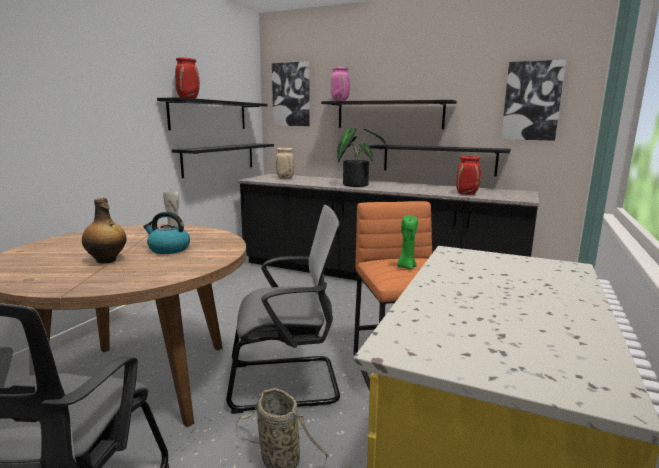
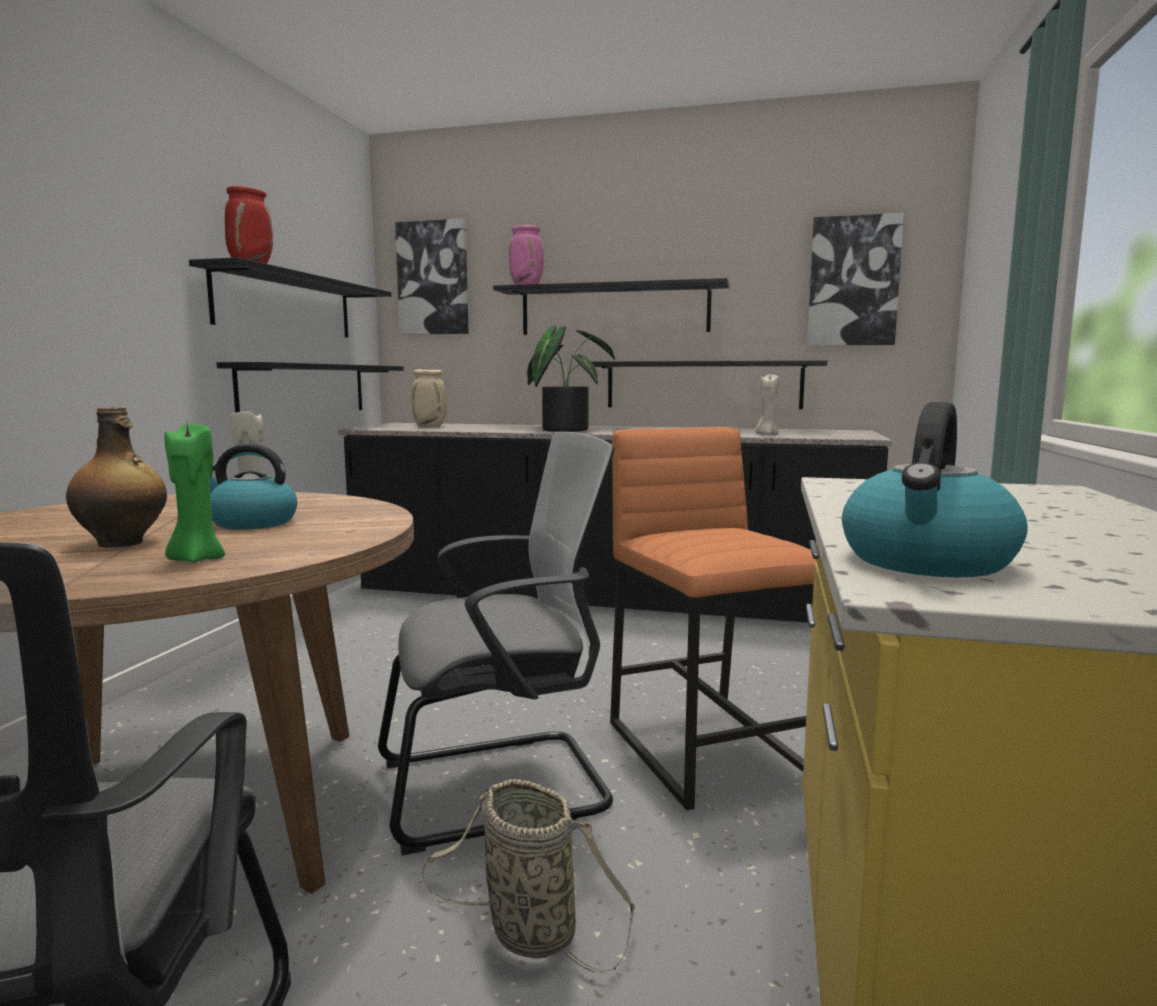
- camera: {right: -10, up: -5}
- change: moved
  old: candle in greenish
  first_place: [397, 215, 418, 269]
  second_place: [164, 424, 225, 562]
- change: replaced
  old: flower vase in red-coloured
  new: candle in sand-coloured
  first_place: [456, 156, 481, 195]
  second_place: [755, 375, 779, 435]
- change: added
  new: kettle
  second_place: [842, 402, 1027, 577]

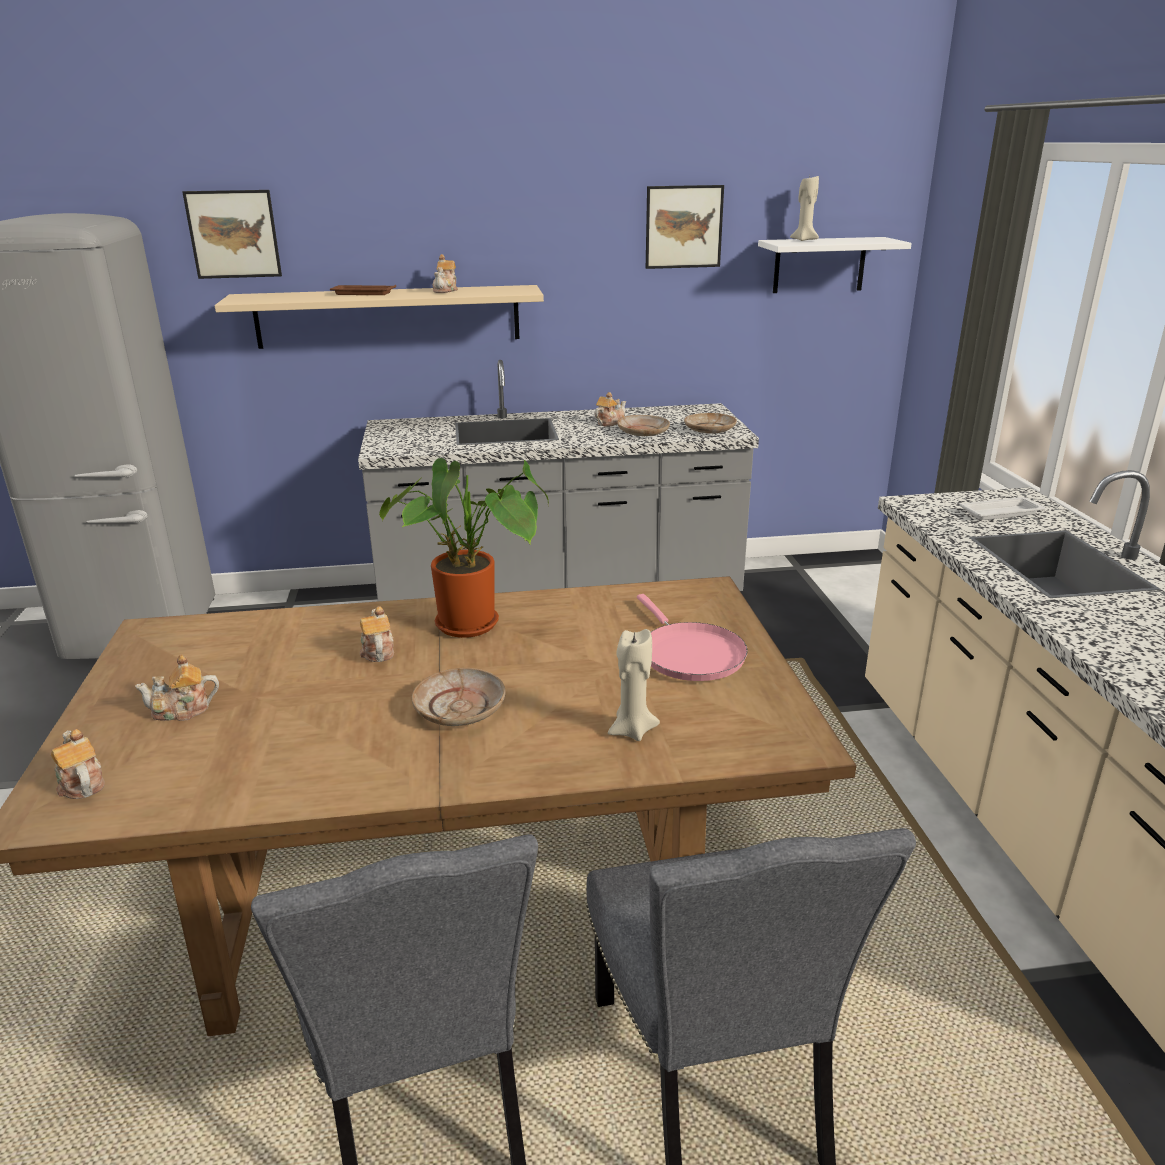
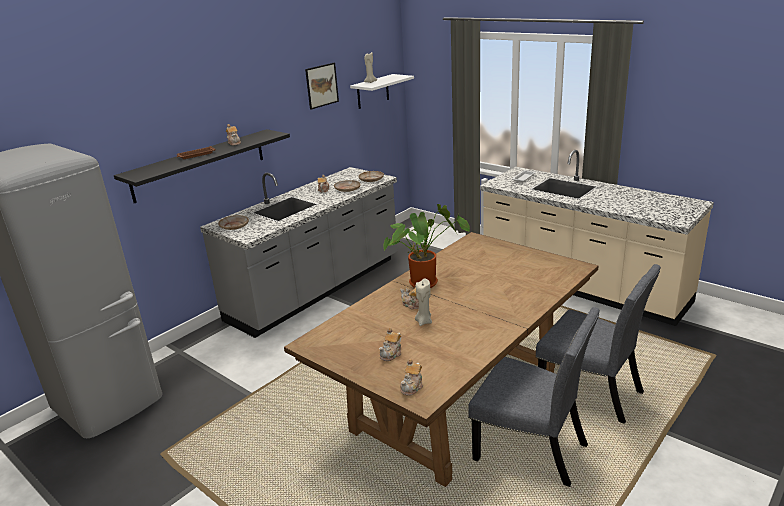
- camera: {right: -40, up: 0}
- change: recoloured
  old: bracket shelf in sand-coloured
  new: bracket shelf in blackish
  first_place: [215, 285, 544, 349]
  second_place: [114, 129, 290, 203]
- change: moved
  old: dinner plate in sand-coloured
  first_place: [412, 668, 506, 726]
  second_place: [218, 215, 249, 230]
- change: turned
  old: pot for tea
  first_place: [51, 729, 105, 799]
  second_place: [400, 359, 423, 396]
  degrees: -75
- change: moved
  old: candle in sand-coloured
  first_place: [608, 629, 660, 741]
  second_place: [415, 279, 432, 326]
- change: removed
  old: wall art
  first_place: [182, 190, 282, 279]
- change: removed
  old: pan in pinkish
  first_place: [637, 594, 748, 681]

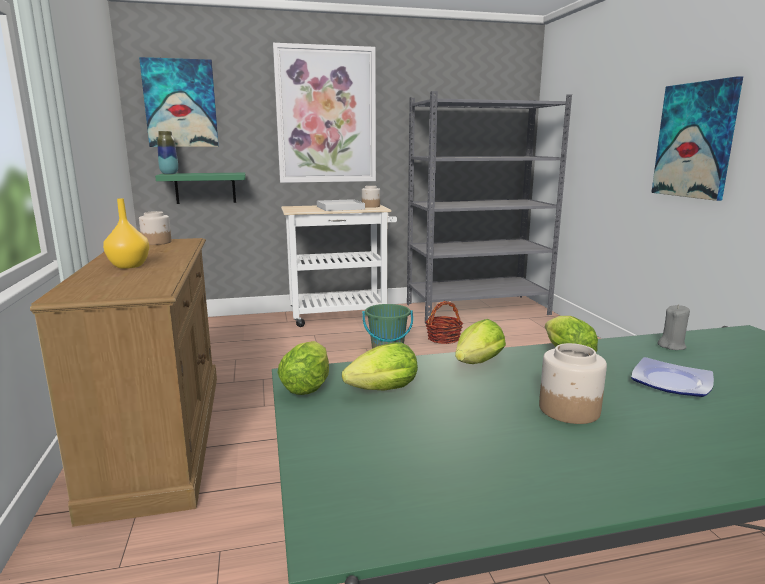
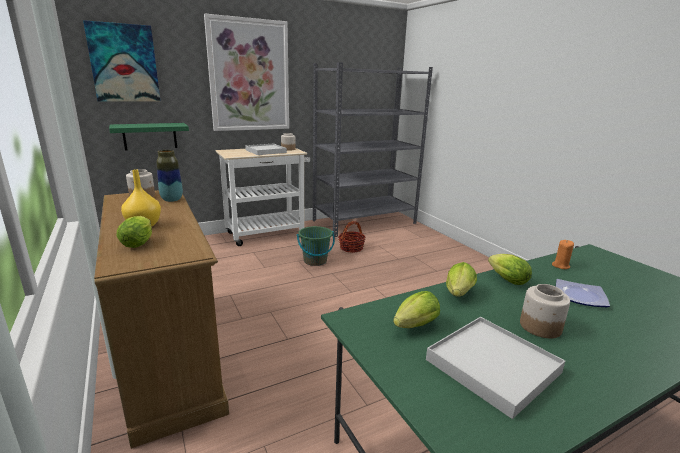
- camera: {right: -15, up: 5}
- change: moved
  old: lettuce
  first_place: [277, 341, 329, 395]
  second_place: [116, 216, 152, 248]
- change: moved
  old: flower vase
  first_place: [157, 131, 178, 174]
  second_place: [157, 150, 183, 202]
- change: added
  new: serving tray in white
  second_place: [426, 317, 565, 419]
- change: recoloured
  old: candle in grey
  new: candle in orange-coloured
  first_place: [657, 304, 690, 350]
  second_place: [552, 240, 574, 269]
- change: removed
  old: wall art
  first_place: [651, 76, 743, 201]

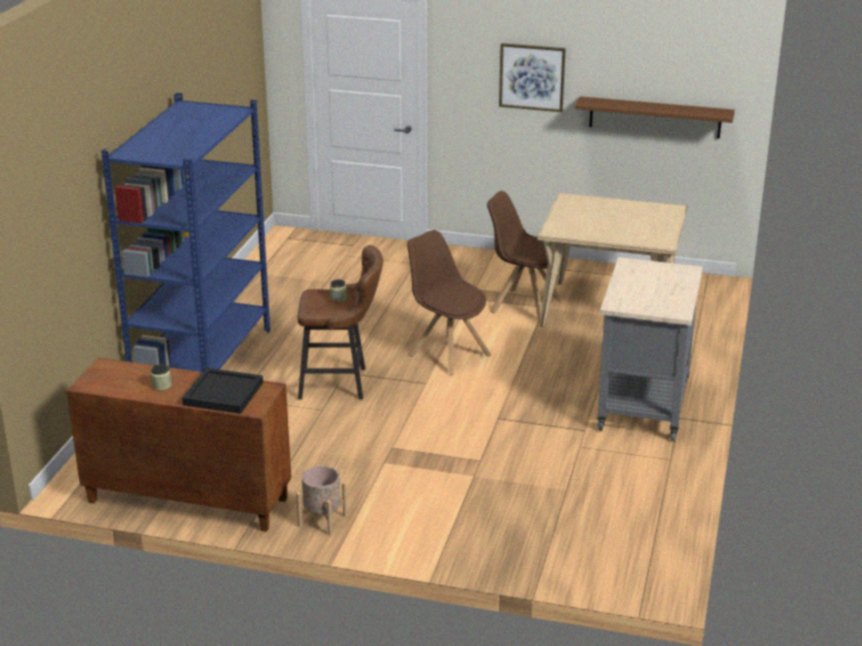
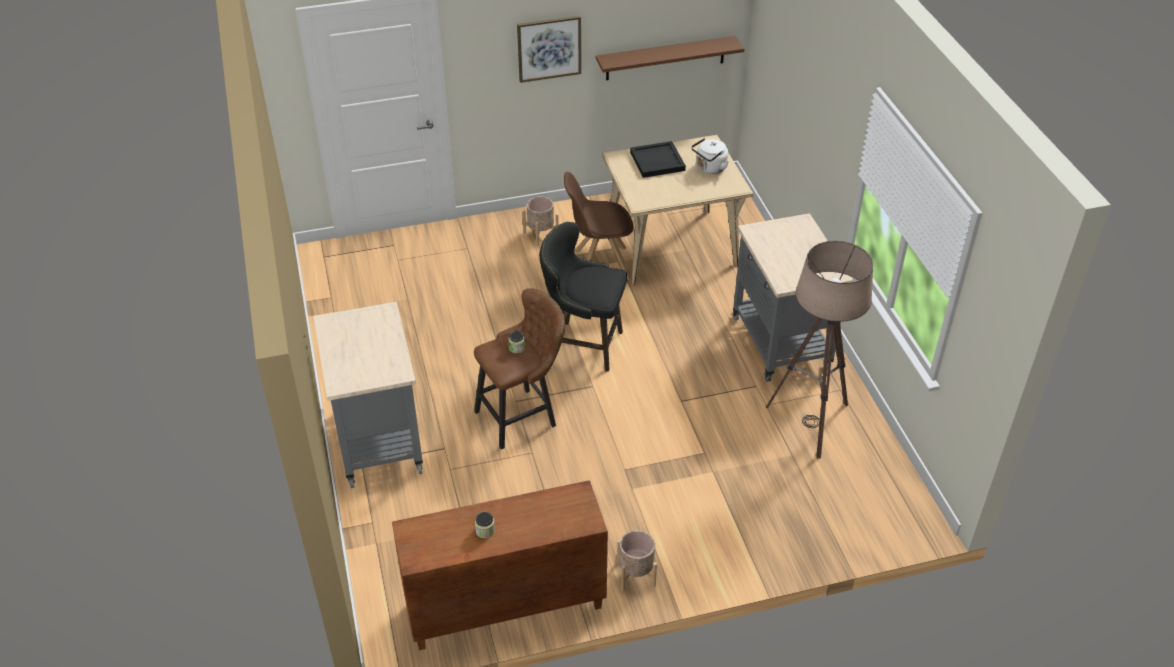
- camera: {right: -30, up: 15}
- change: replaced
  old: bookshelf in blue
  new: wheeled cart in grey
  first_place: [101, 93, 270, 372]
  second_place: [313, 301, 423, 488]
- change: added
  new: flower pot in sand-coloured
  second_place: [522, 196, 559, 246]
- change: replaced
  old: chair in brownish
  new: stool seat in blackish
  first_place: [407, 230, 491, 376]
  second_place: [539, 222, 627, 372]
- change: moved
  old: serving tray in blackish
  first_place: [182, 368, 263, 414]
  second_place: [630, 141, 686, 178]
- change: added
  new: kettle in white
  second_place: [691, 138, 729, 174]
- change: added
  new: standing lamp
  second_place: [766, 241, 873, 458]

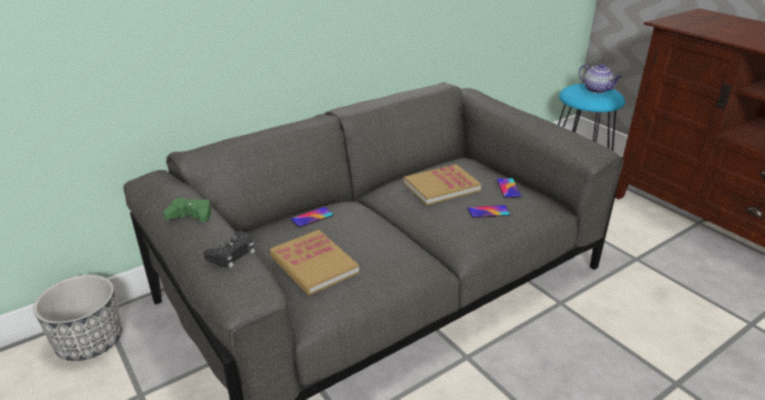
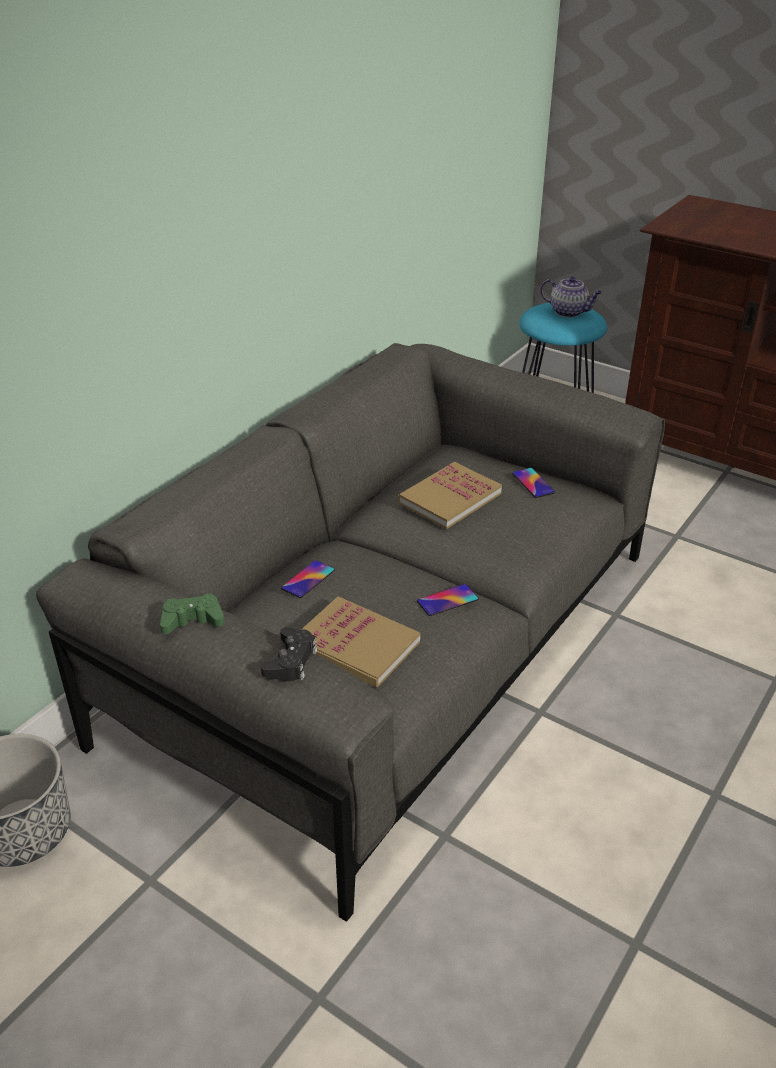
- camera: {right: -20, up: 5}
- change: moved
  old: telephone
  first_place: [468, 205, 510, 218]
  second_place: [417, 584, 478, 616]

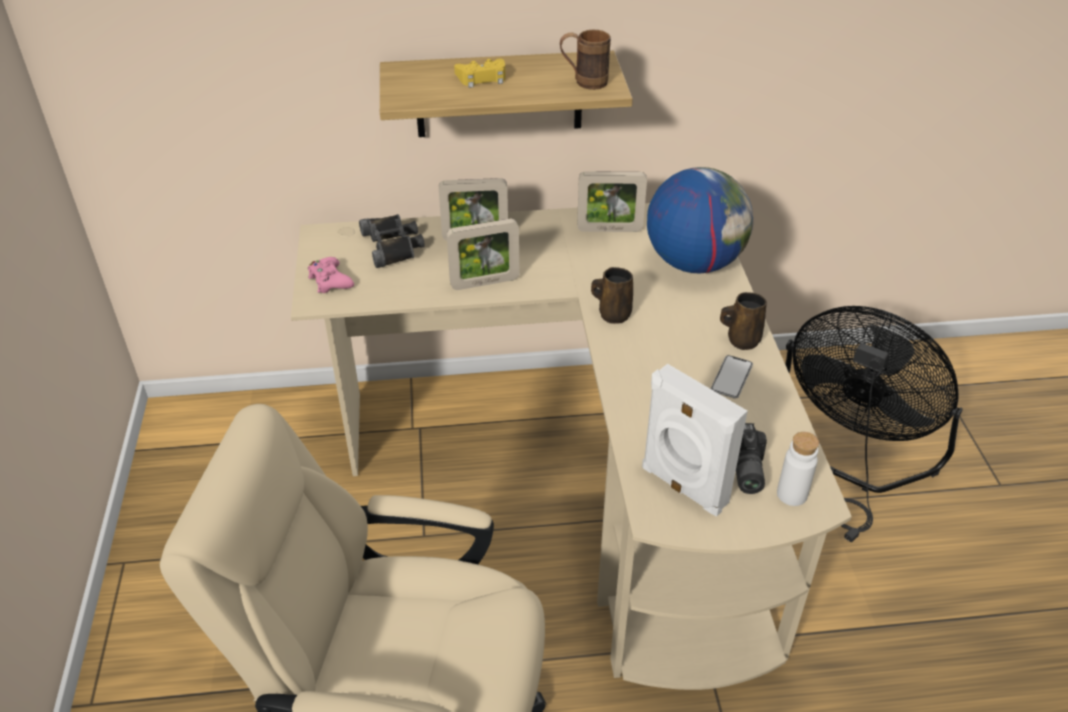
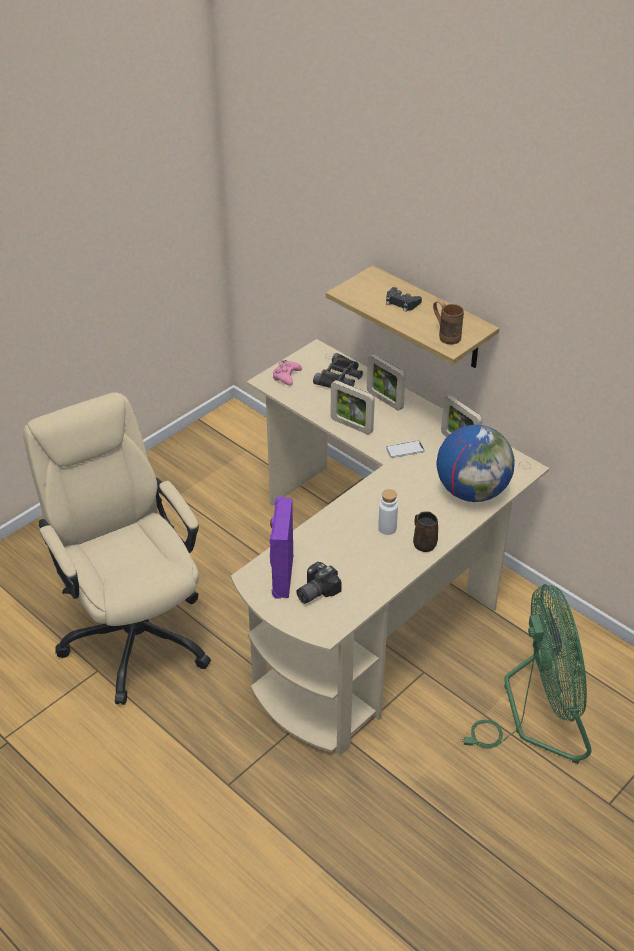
- camera: {right: 50, up: 0}
- change: recoloured
  old: loudspeaker in white
  new: loudspeaker in purplish
  first_place: [642, 364, 748, 516]
  second_place: [270, 496, 293, 599]
- change: moved
  old: beverage bottle in white
  first_place: [777, 432, 819, 506]
  second_place: [378, 489, 398, 535]
- change: recoloured
  old: gamepad in yellowish
  new: gamepad in blackish
  first_place: [454, 59, 506, 88]
  second_place: [386, 287, 422, 312]
- change: moved
  old: telephone
  first_place: [711, 355, 753, 399]
  second_place: [386, 441, 425, 458]
- change: recoloured
  old: electric fan in blackish
  new: electric fan in greenish
  first_place: [785, 306, 963, 542]
  second_place: [461, 584, 592, 764]
- change: removed
  old: coffee mug in brownish
  first_place: [591, 267, 633, 324]

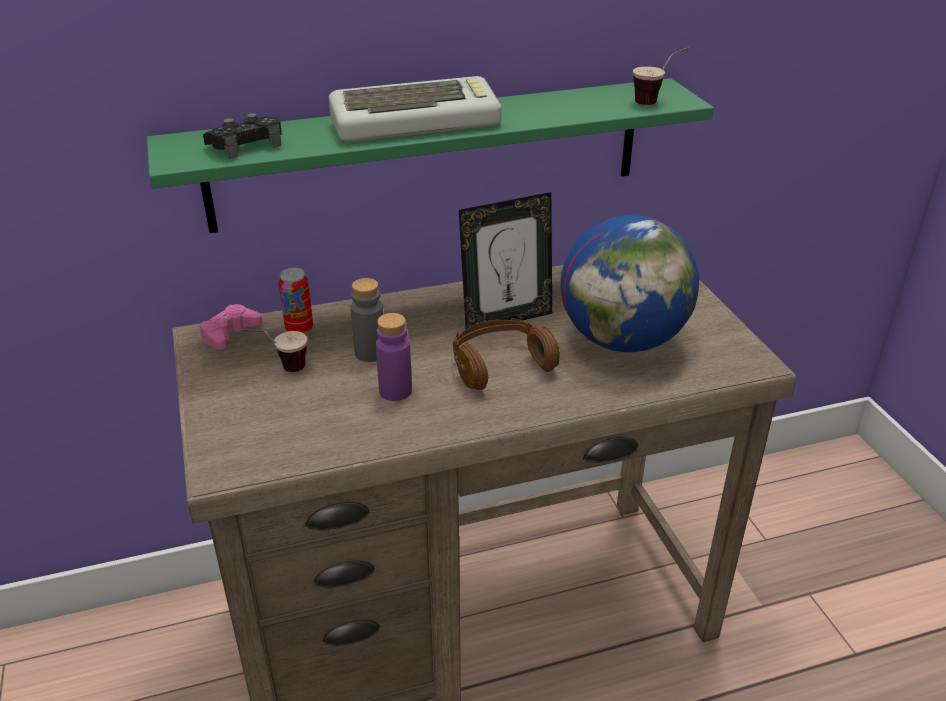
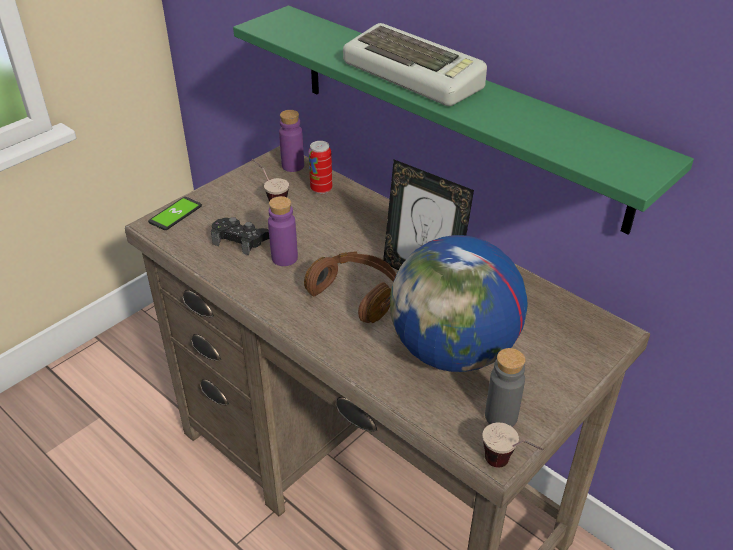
- camera: {right: 60, up: 5}
- change: added
  new: telephone
  second_place: [148, 197, 202, 230]
- change: moved
  old: gamepad in blackish
  first_place: [203, 113, 282, 159]
  second_place: [211, 217, 269, 255]
- change: replaced
  old: gamepad in pinkish
  new: beverage bottle in purplish
  first_place: [199, 304, 262, 350]
  second_place: [279, 110, 304, 172]
- change: moved
  old: small cup
  first_place: [633, 46, 691, 105]
  second_place: [482, 423, 544, 468]
- change: moved
  old: beverage bottle in grey
  first_place: [351, 278, 383, 362]
  second_place: [485, 348, 526, 427]

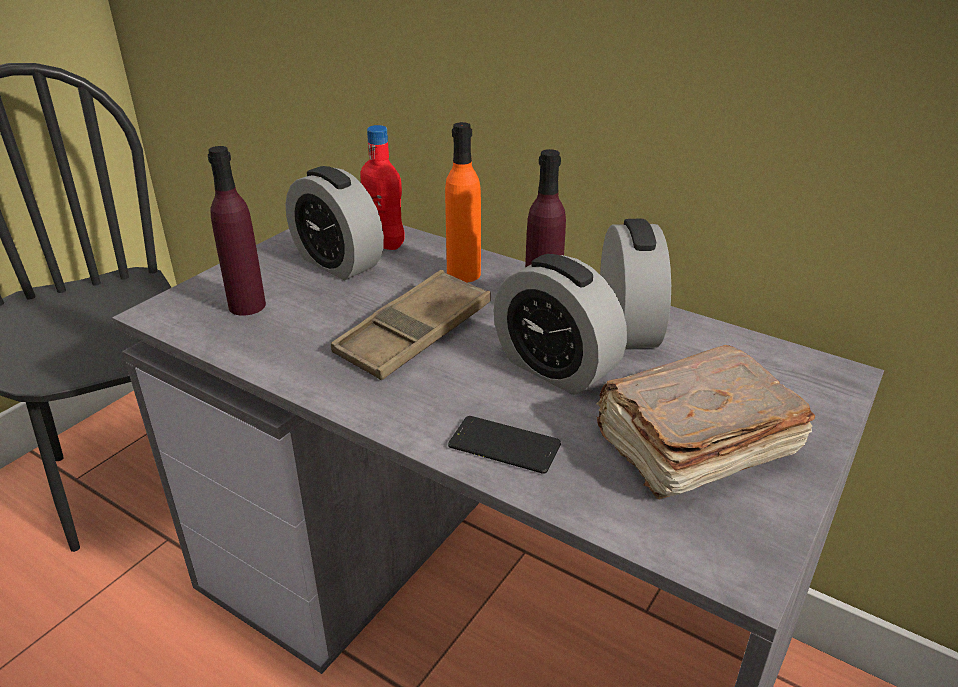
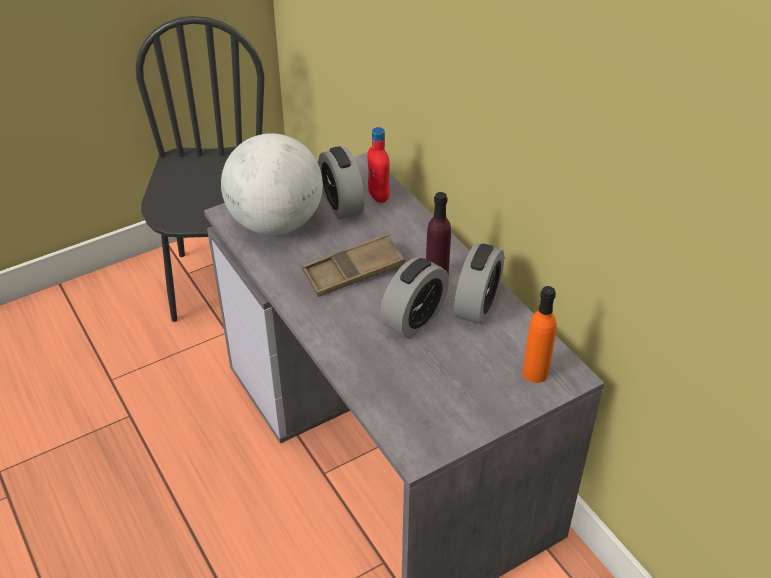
- camera: {right: 25, up: 10}
- change: replaced
  old: beverage bottle in purplish
  new: globe
  first_place: [208, 146, 266, 316]
  second_place: [221, 133, 323, 235]
- change: turned
  old: alarm clock
  first_place: [493, 254, 627, 395]
  second_place: [380, 257, 449, 339]
  degrees: -120
- change: moved
  old: beverage bottle in orange-coloured
  first_place: [445, 122, 481, 283]
  second_place: [523, 286, 557, 383]
- change: removed
  old: telephone
  first_place: [448, 416, 561, 474]
- change: removed
  old: book in brownish
  first_place: [596, 345, 815, 499]

